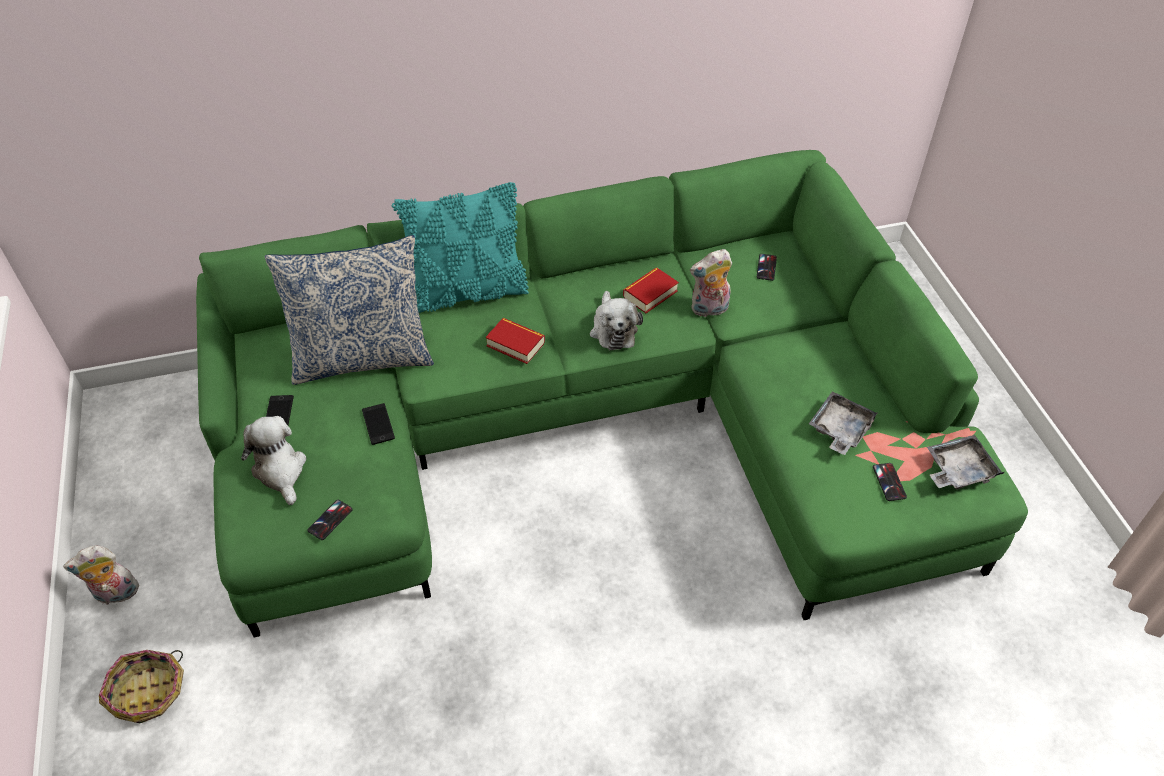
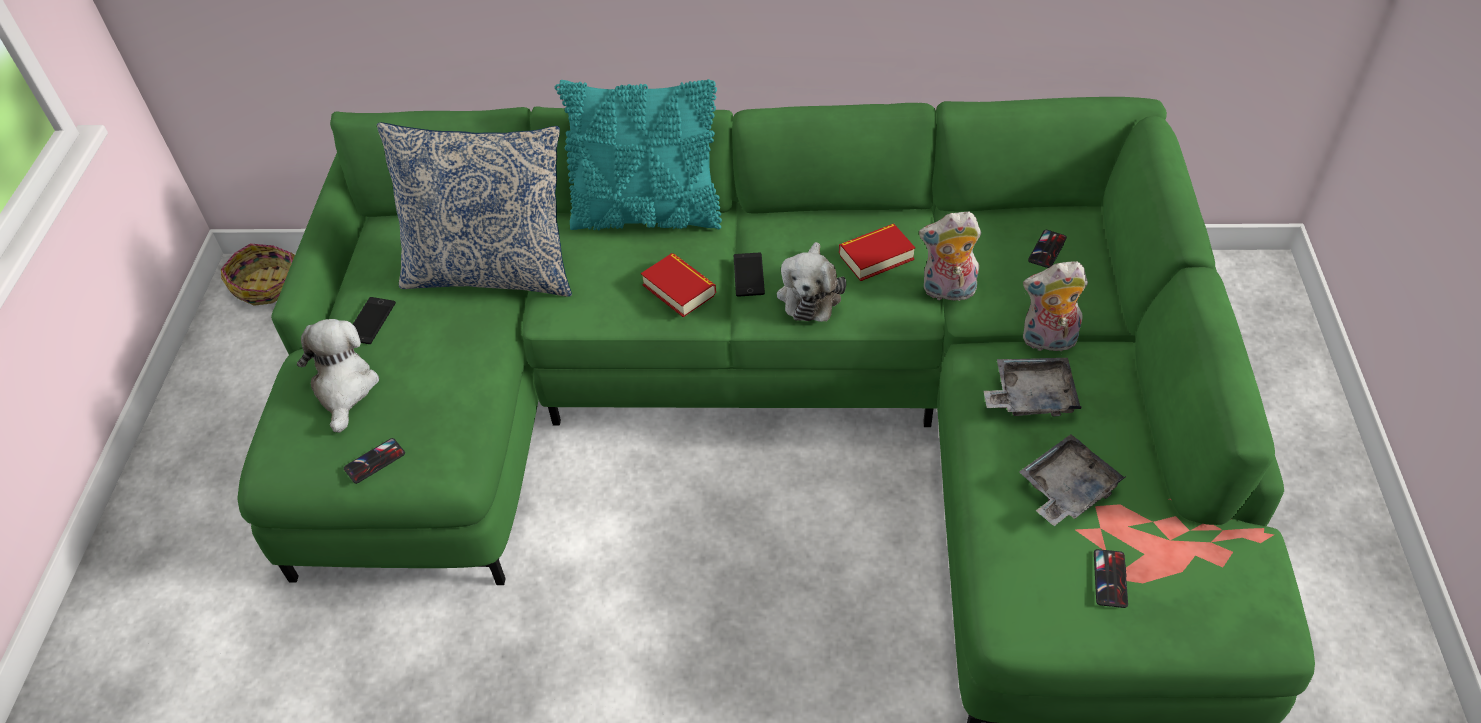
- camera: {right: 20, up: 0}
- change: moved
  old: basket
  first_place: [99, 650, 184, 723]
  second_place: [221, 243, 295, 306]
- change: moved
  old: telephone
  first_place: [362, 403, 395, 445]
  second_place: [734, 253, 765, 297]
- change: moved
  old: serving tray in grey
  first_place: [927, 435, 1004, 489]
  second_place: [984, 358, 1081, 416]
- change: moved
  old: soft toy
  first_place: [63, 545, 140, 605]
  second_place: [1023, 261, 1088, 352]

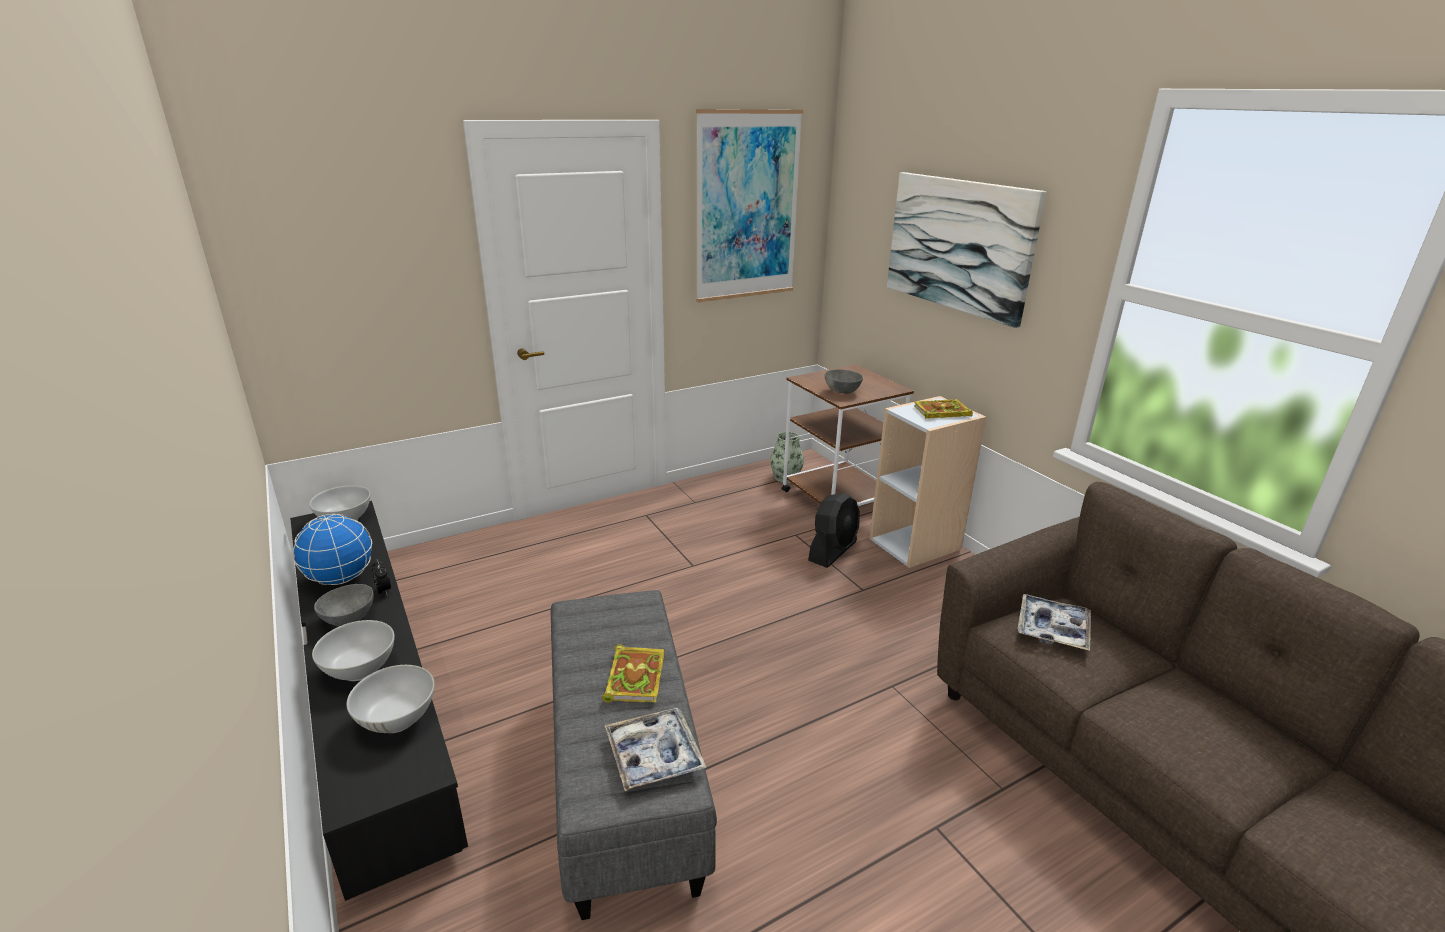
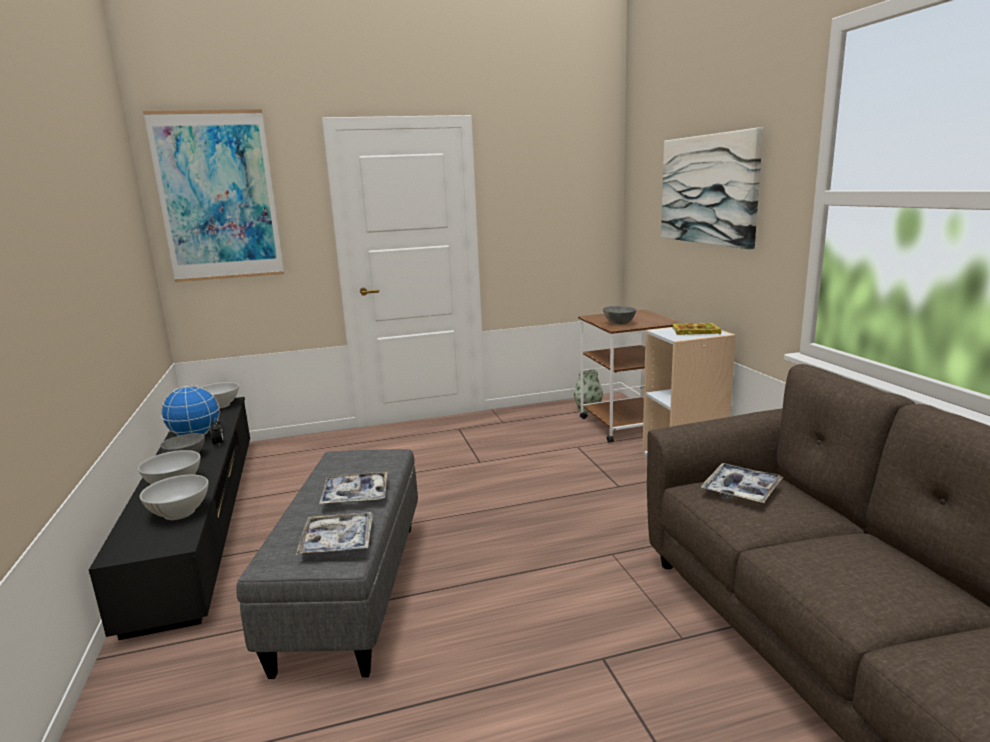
- camera: {right: 15, up: -10}
- change: moved
  old: wall art
  first_place: [696, 109, 803, 302]
  second_place: [143, 109, 284, 282]
- change: replaced
  old: book
  new: serving tray
  first_place: [602, 644, 664, 703]
  second_place: [319, 471, 388, 504]
- change: removed
  old: electric fan in blackish
  first_place: [808, 493, 860, 568]

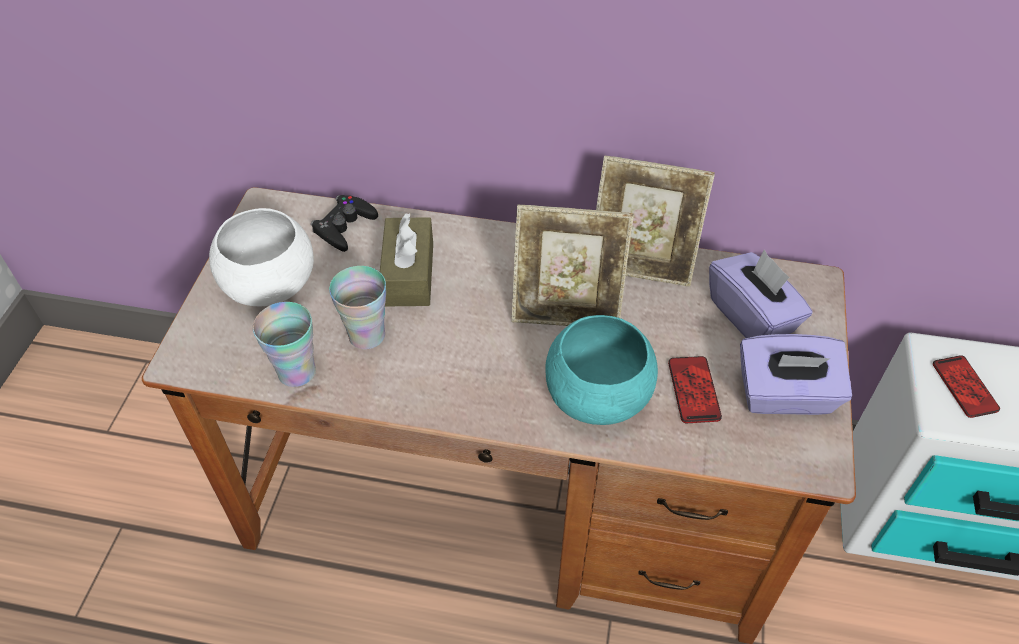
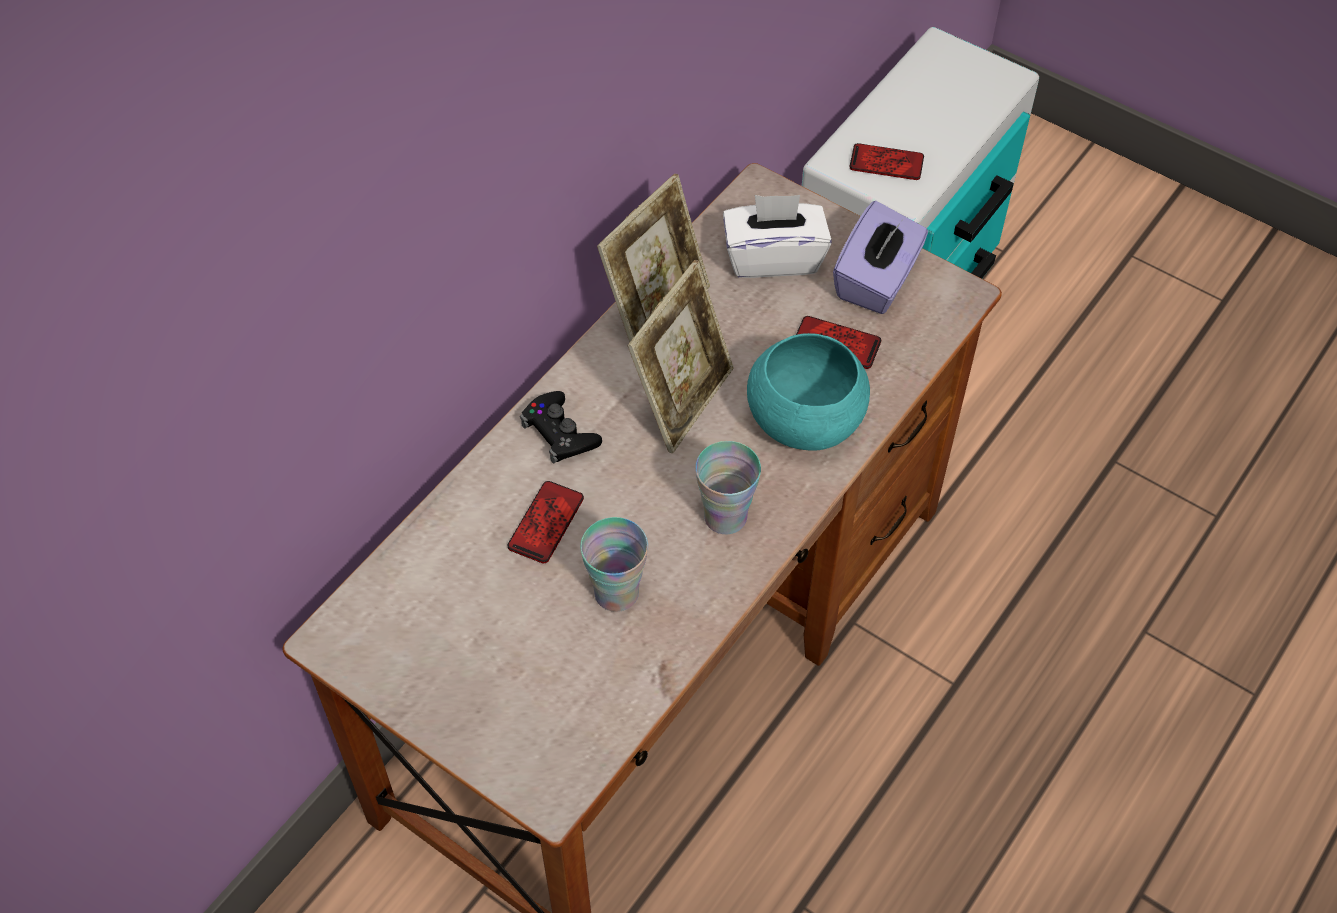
- camera: {right: -65, up: 5}
- change: replaced
  old: tissue box in brownish
  new: telephone
  first_place: [380, 213, 433, 306]
  second_place: [507, 481, 584, 563]
- change: moved
  old: gamepad in blackish
  first_place: [311, 195, 378, 252]
  second_place: [520, 391, 602, 463]
- change: moved
  old: small cup
  first_place: [253, 302, 316, 387]
  second_place: [695, 441, 761, 534]
- change: recoloured
  old: tissue box in purplish
  new: tissue box in white
  first_place: [709, 249, 813, 338]
  second_place: [723, 195, 832, 278]
- change: removed
  old: deep dish in white
  first_place: [209, 208, 314, 307]

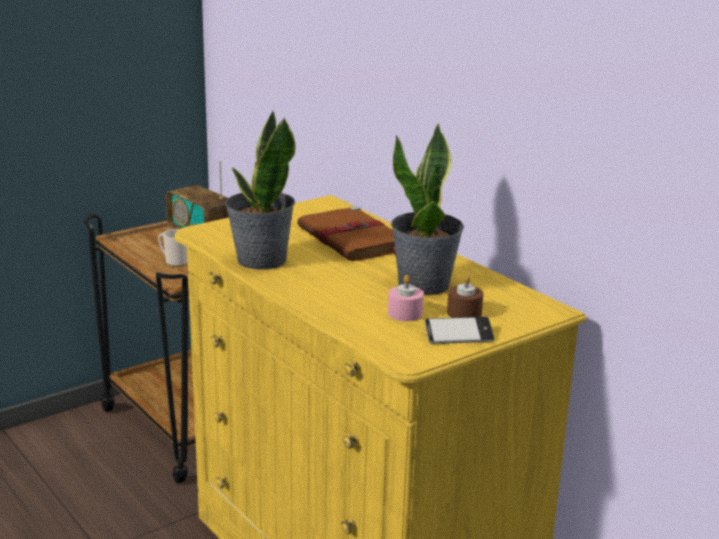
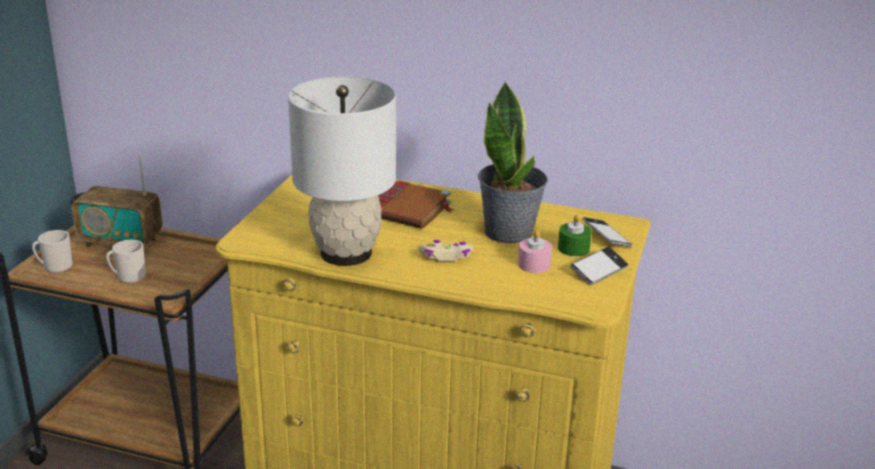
- camera: {right: -35, up: 5}
- change: added
  new: coffee mug
  second_place: [32, 230, 73, 273]
- change: replaced
  old: plant in a pot
  new: lamp for a table in white
  first_place: [225, 111, 296, 270]
  second_place: [288, 76, 396, 266]
- change: added
  new: gamepad in sand-coloured
  second_place: [419, 240, 474, 262]
- change: recoloured
  old: candle in brownish
  new: candle in greenish
  first_place: [447, 275, 484, 318]
  second_place: [558, 214, 592, 256]
- change: added
  new: telephone
  second_place: [582, 217, 632, 247]

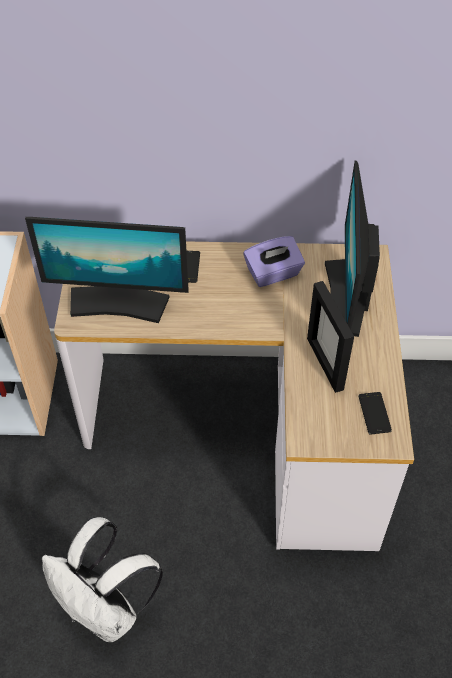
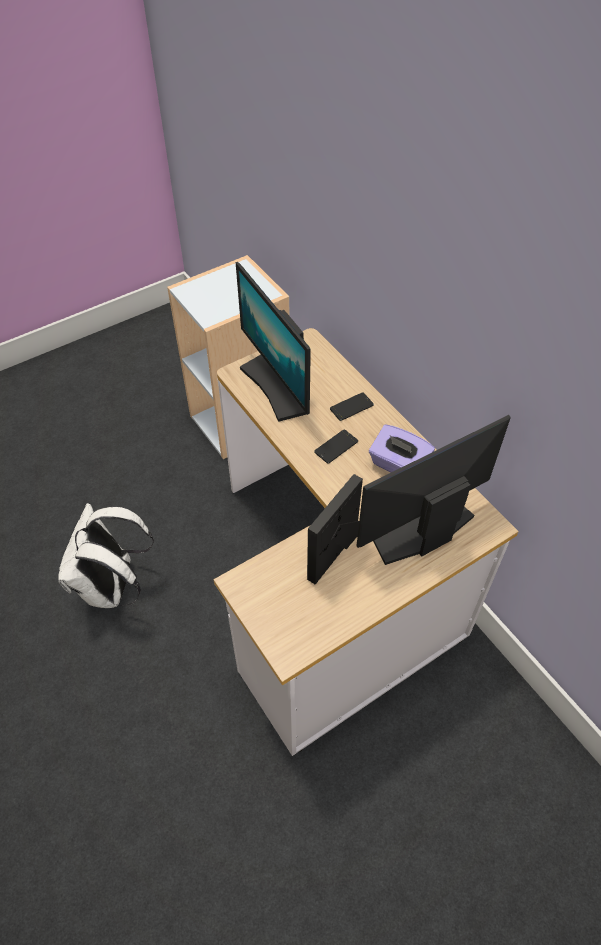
- camera: {right: 55, up: 0}
- change: moved
  old: telephone
  first_place: [358, 392, 392, 435]
  second_place: [314, 430, 358, 464]

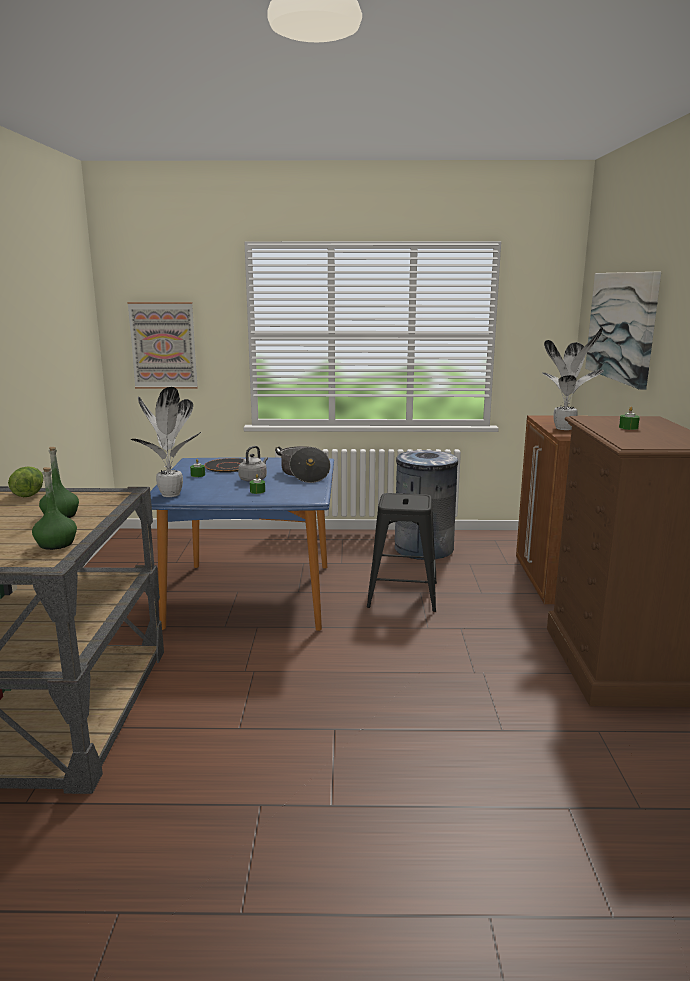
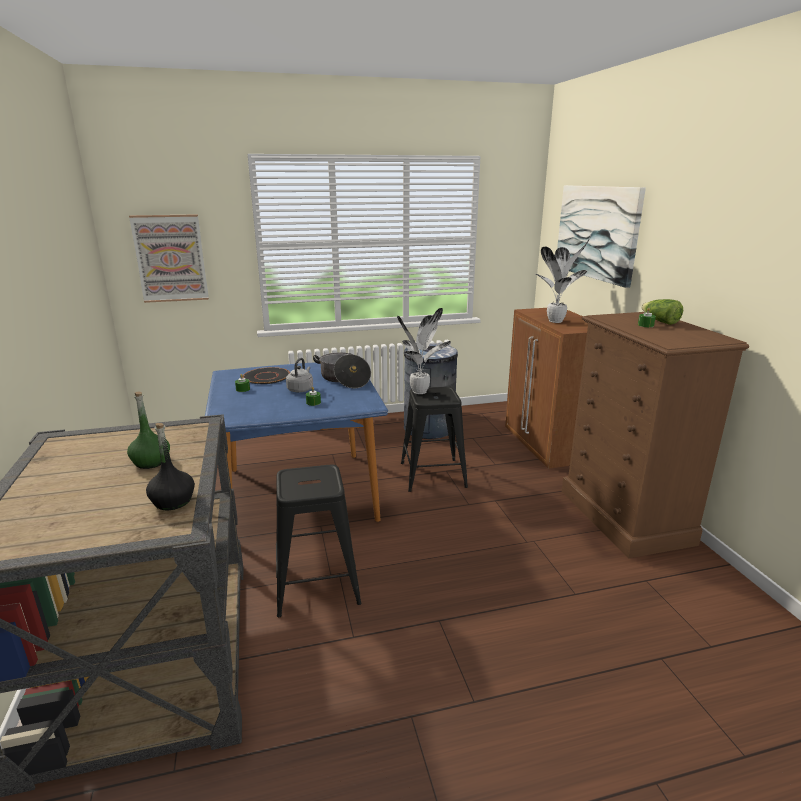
- camera: {right: -15, up: 5}
- change: recoloured
  old: beverage bottle in greenish
  new: beverage bottle in blackish
  first_place: [32, 467, 77, 550]
  second_place: [146, 423, 195, 510]
- change: added
  new: stool seat in blackish
  second_place: [276, 465, 361, 617]
- change: moved
  old: plant in a pot
  first_place: [131, 387, 201, 497]
  second_place: [397, 308, 451, 394]
- change: moved
  old: lettuce
  first_place: [8, 466, 44, 497]
  second_place: [641, 299, 683, 325]

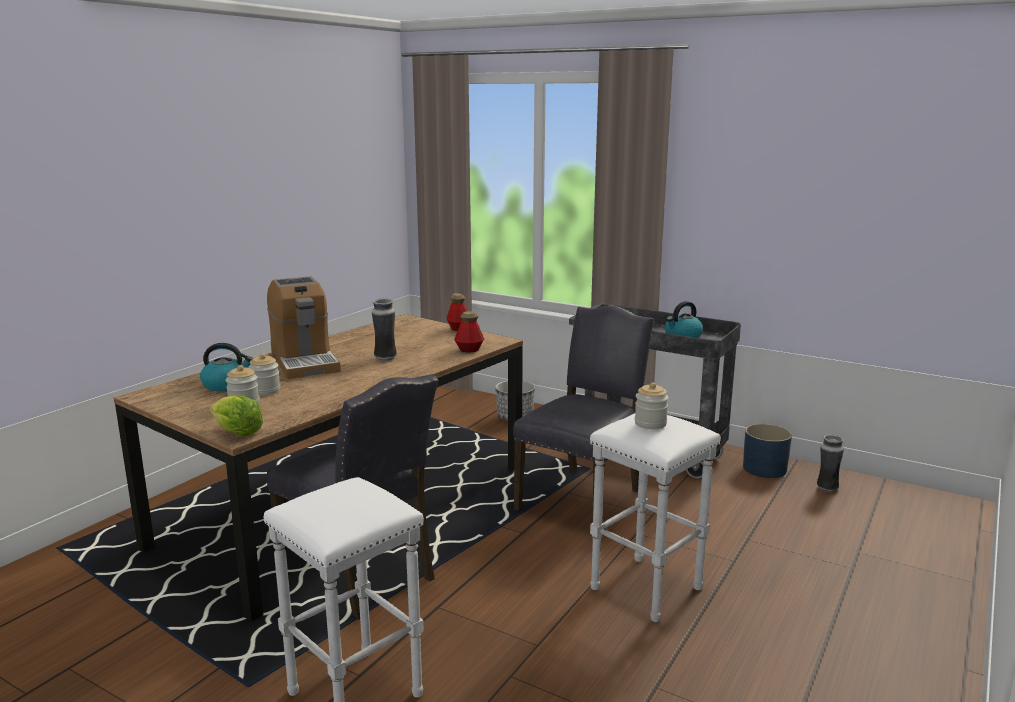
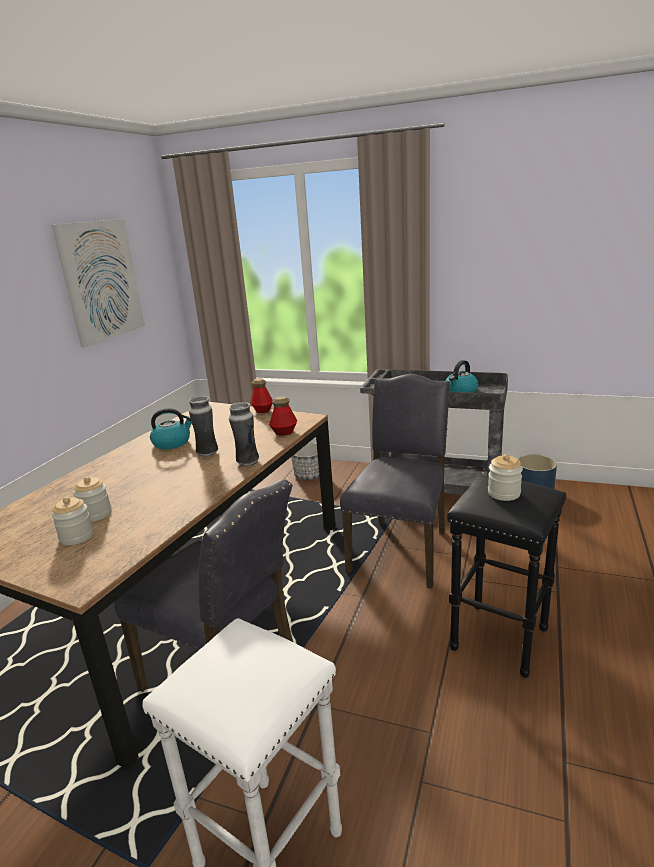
- camera: {right: -10, up: 5}
- change: added
  new: wall art
  second_place: [51, 219, 145, 348]
- change: moved
  old: kettle
  first_place: [200, 343, 253, 391]
  second_place: [150, 408, 192, 449]
- change: moved
  old: flower vase
  first_place: [817, 435, 844, 492]
  second_place: [229, 402, 259, 467]
- change: recoloured
  old: stool seat in white
  new: stool seat in blackish
  first_place: [590, 413, 721, 622]
  second_place: [447, 475, 566, 678]
- change: removed
  old: lettuce
  first_place: [210, 395, 263, 436]
- change: removed
  old: coffee brewer
  first_place: [267, 276, 341, 379]

